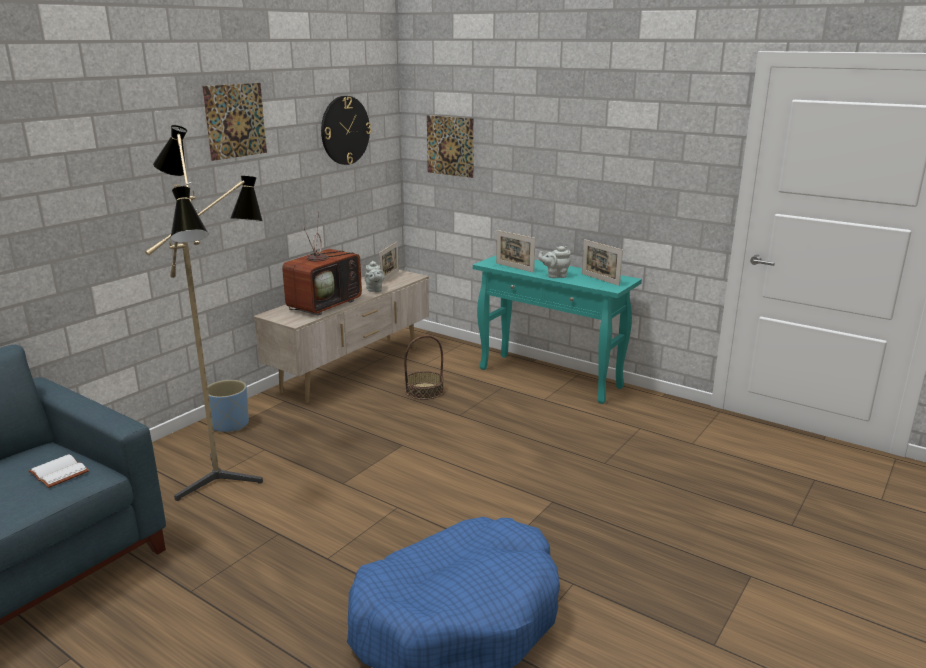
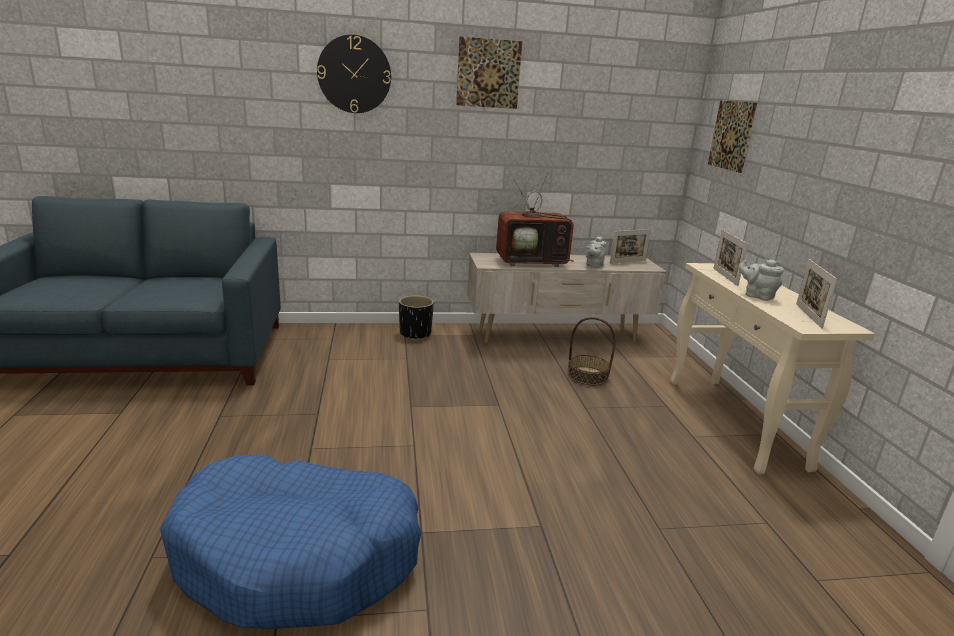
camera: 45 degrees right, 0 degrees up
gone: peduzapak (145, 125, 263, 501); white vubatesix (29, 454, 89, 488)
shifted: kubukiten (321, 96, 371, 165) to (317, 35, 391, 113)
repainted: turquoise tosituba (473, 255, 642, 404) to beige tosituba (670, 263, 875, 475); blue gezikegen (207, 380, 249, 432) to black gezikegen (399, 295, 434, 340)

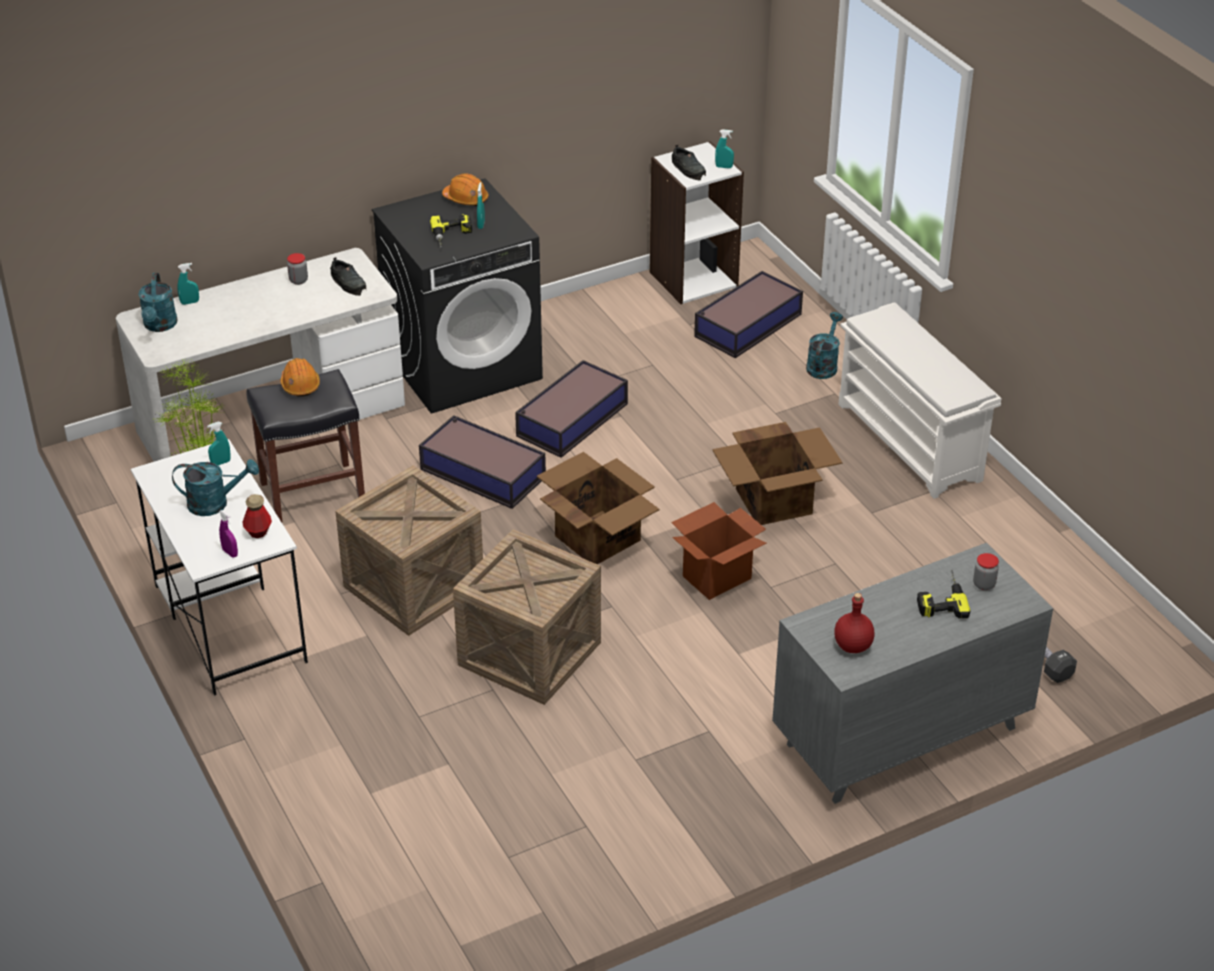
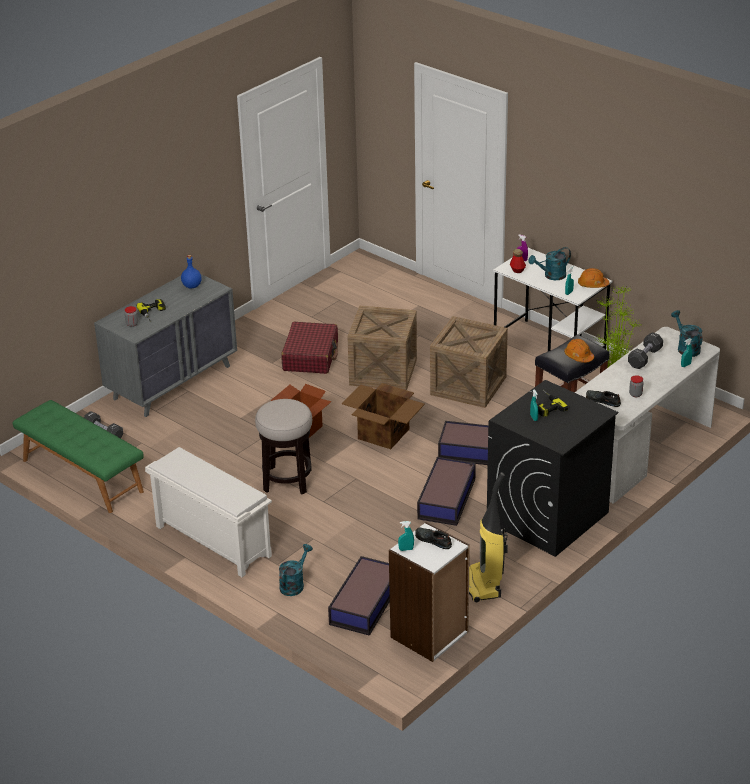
camera: 160 degrees right, 5 degrees down
new: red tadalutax (281, 322, 338, 374); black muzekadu (628, 332, 663, 369); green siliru (13, 400, 144, 513); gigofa (469, 472, 508, 602)
shifted: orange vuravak (442, 173, 489, 206) to (578, 268, 609, 288)
swapped: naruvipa (712, 422, 843, 525) to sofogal (255, 399, 312, 494)
repainted: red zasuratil (834, 593, 874, 653) to blue zasuratil (181, 255, 202, 289)
rotated: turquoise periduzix (806, 312, 843, 379) = (279, 544, 313, 596) 150 degrees counterclockwise

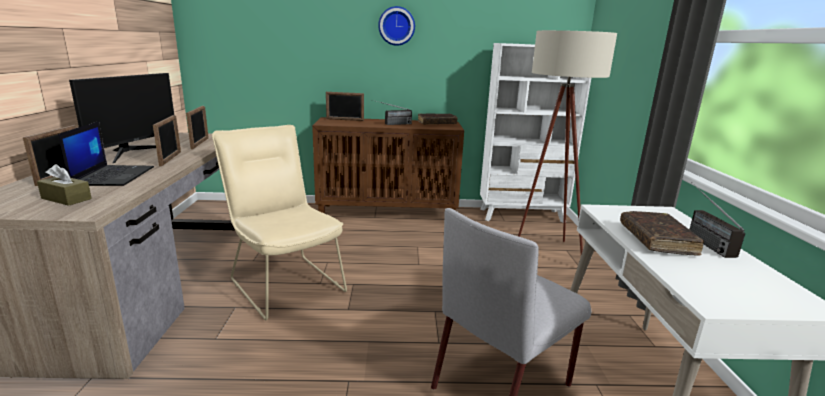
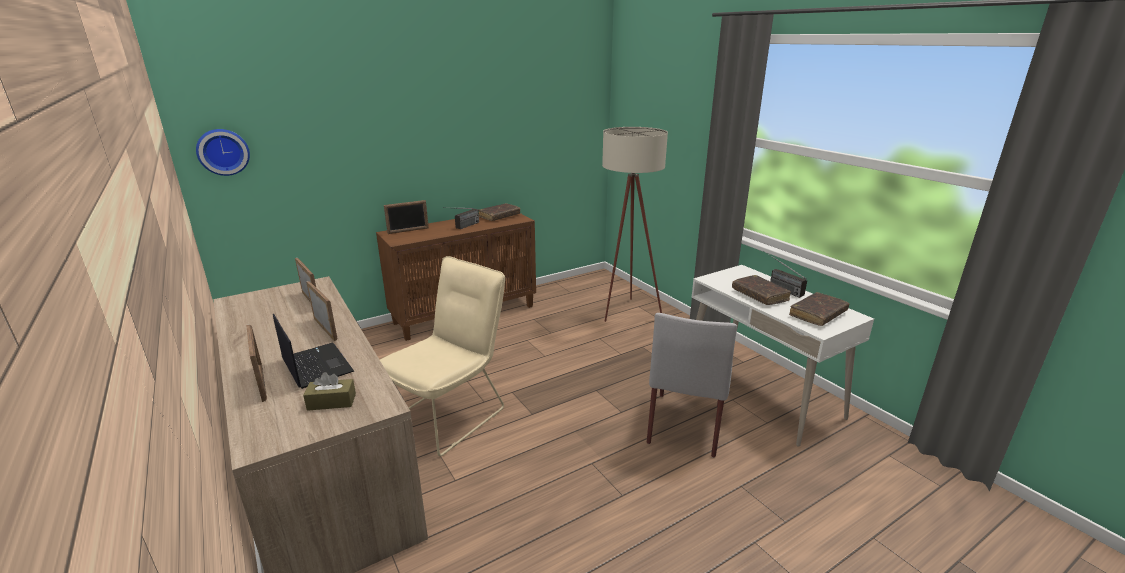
camera: 30 degrees left, 5 degrees up
gone: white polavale (480, 43, 591, 223); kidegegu (69, 73, 174, 163)
new: brown vubatesix (789, 292, 849, 326)
shifted: kubukiten (378, 6, 415, 46) to (196, 129, 250, 176)
rotated: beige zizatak (212, 125, 347, 320) = (380, 256, 505, 457) 105 degrees clockwise

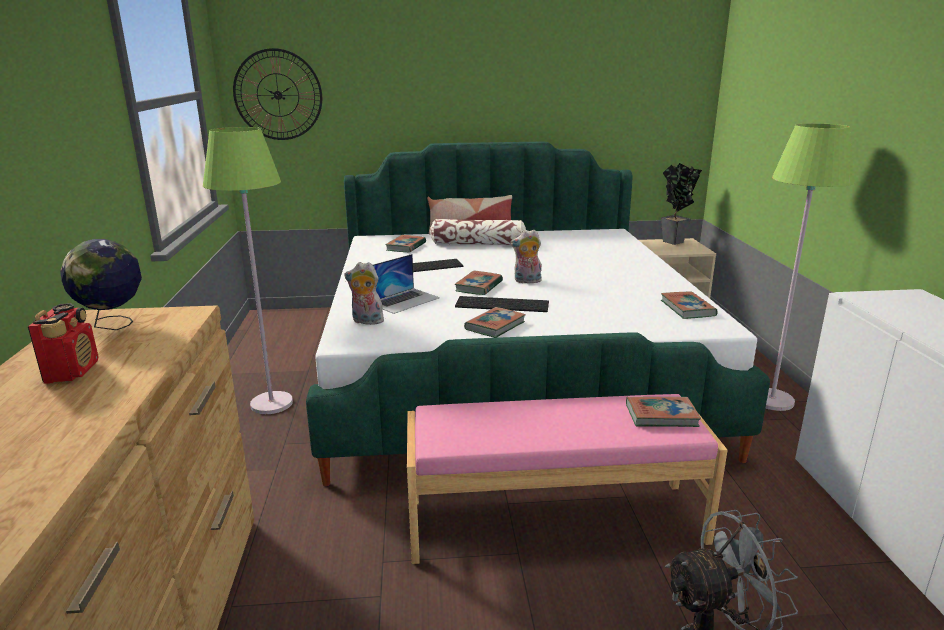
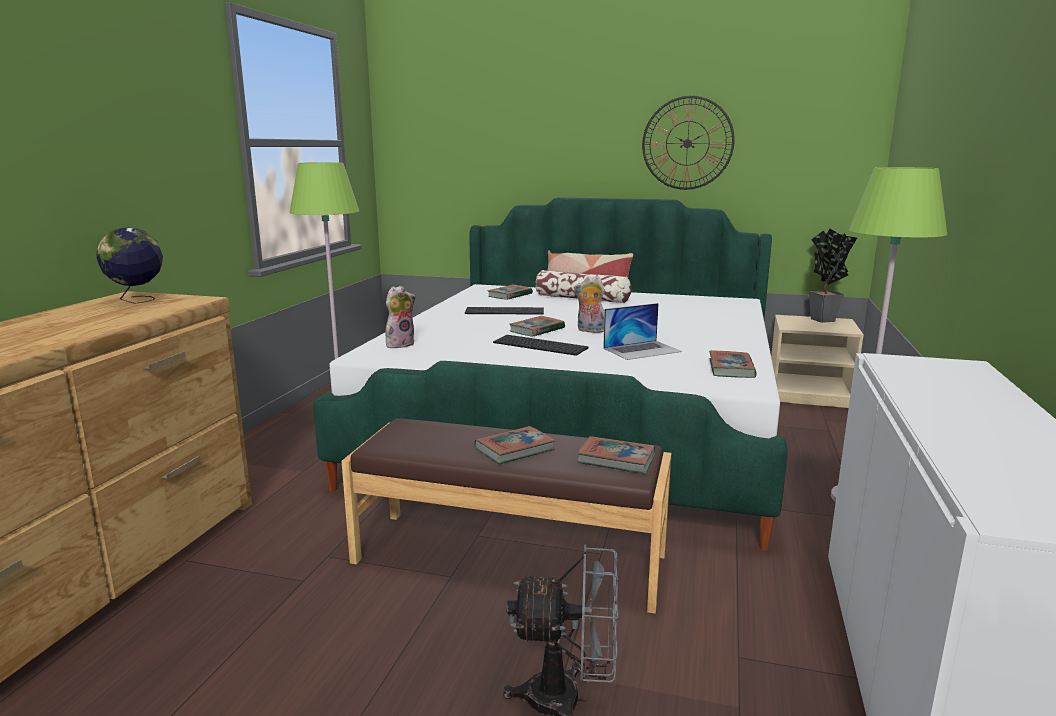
camera: 20 degrees right, 5 degrees down
gone: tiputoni (28, 303, 98, 384)
shifted: kubukiten (233, 48, 322, 140) to (642, 95, 735, 190); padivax (373, 254, 440, 314) to (603, 303, 682, 360); vubatesix (464, 307, 526, 338) to (474, 426, 555, 464)
repainted: pink siliru (407, 394, 728, 564) to brown siliru (341, 418, 671, 614)
rotated: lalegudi (345, 262, 384, 325) = (385, 286, 416, 348) 105 degrees clockwise

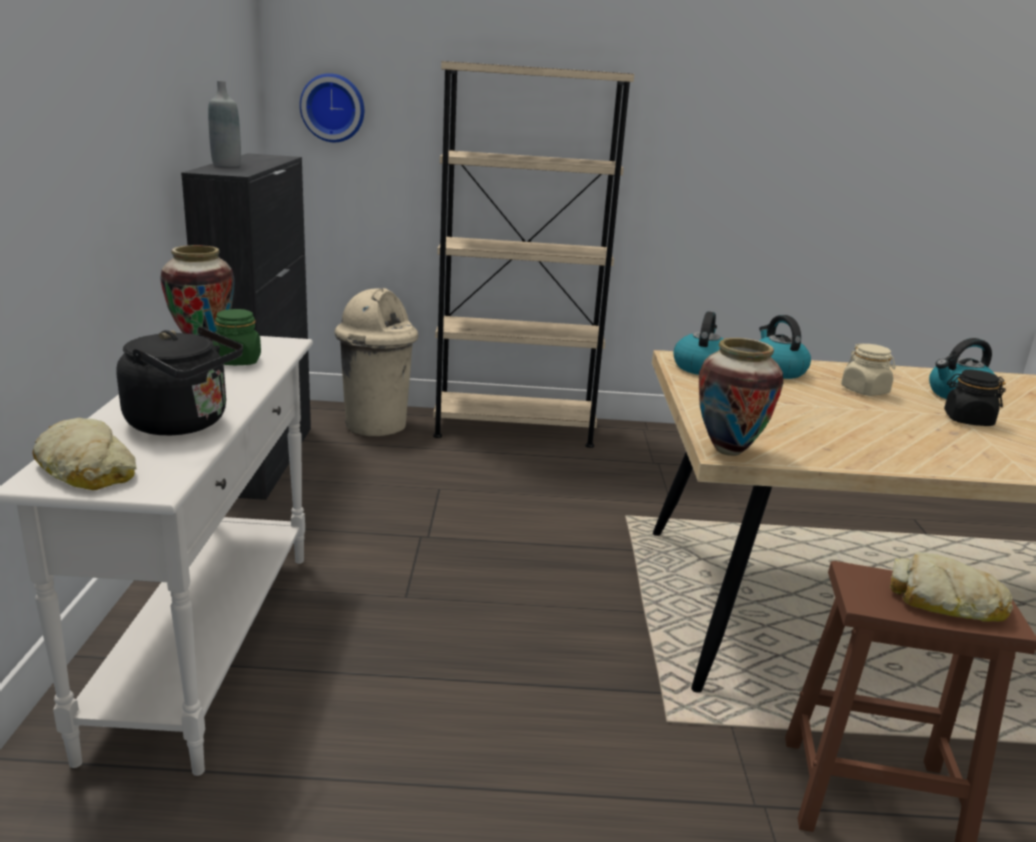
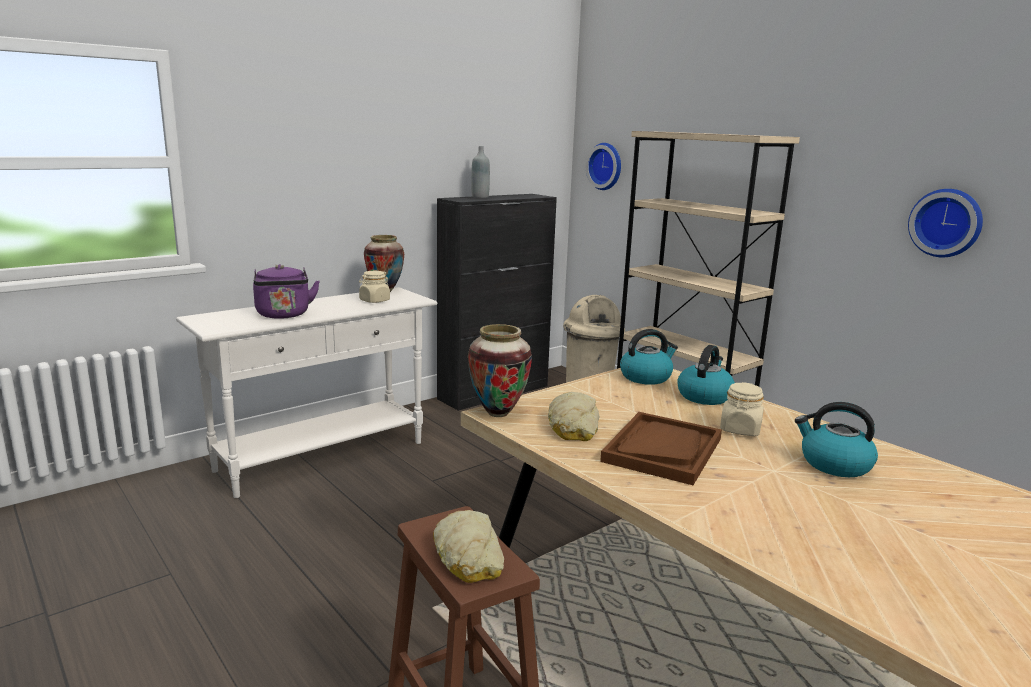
camera: 50 degrees right, 5 degrees down
gone: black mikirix (944, 370, 1006, 426)
new: kubukiten (908, 189, 983, 257); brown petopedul (600, 412, 722, 485)
shifted: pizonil (32, 418, 136, 490) to (548, 392, 600, 441)
repainted: green mikirix (212, 309, 261, 365) to beige mikirix (359, 271, 390, 303); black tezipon (116, 326, 243, 436) to purple tezipon (253, 264, 320, 319)

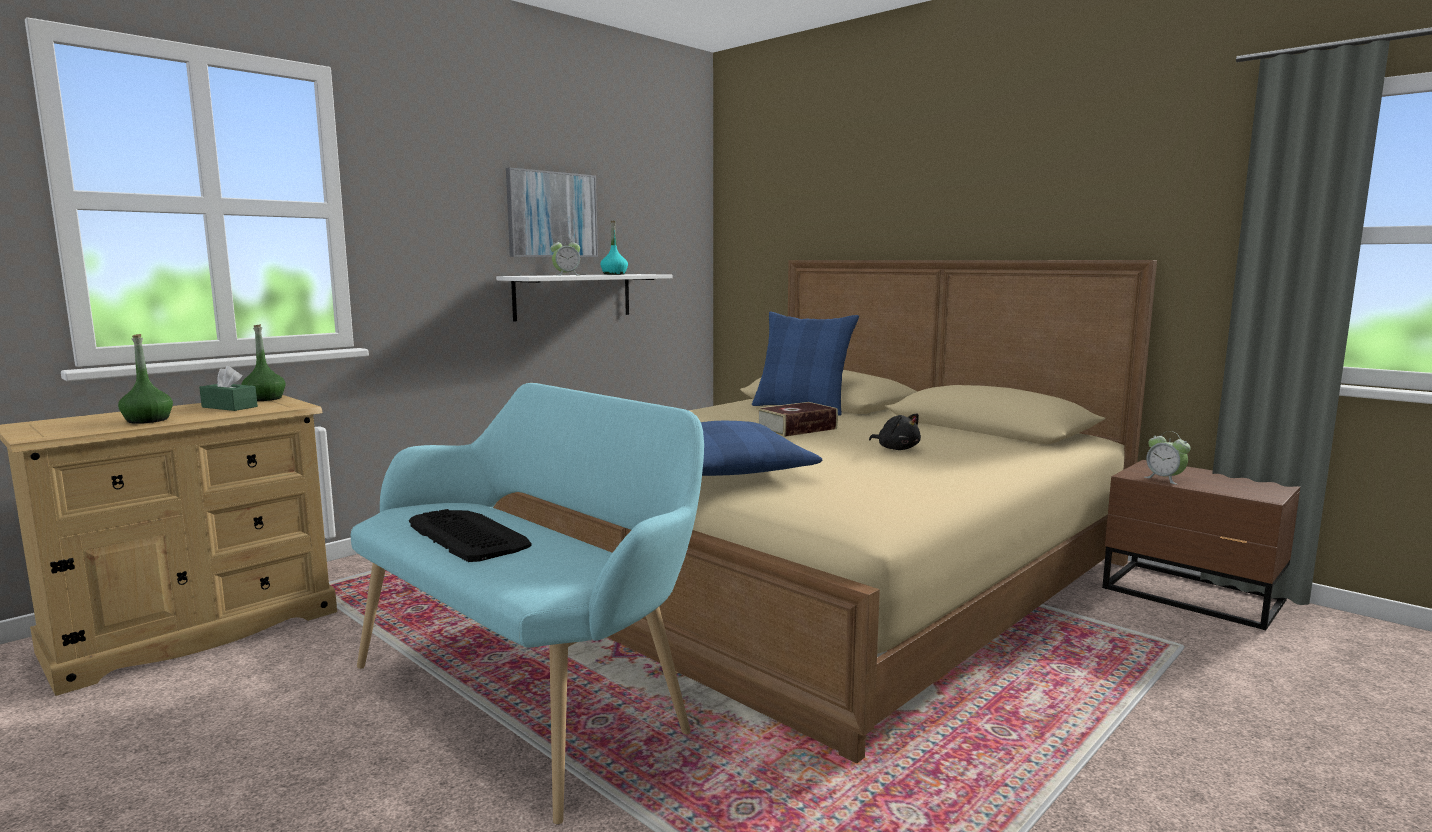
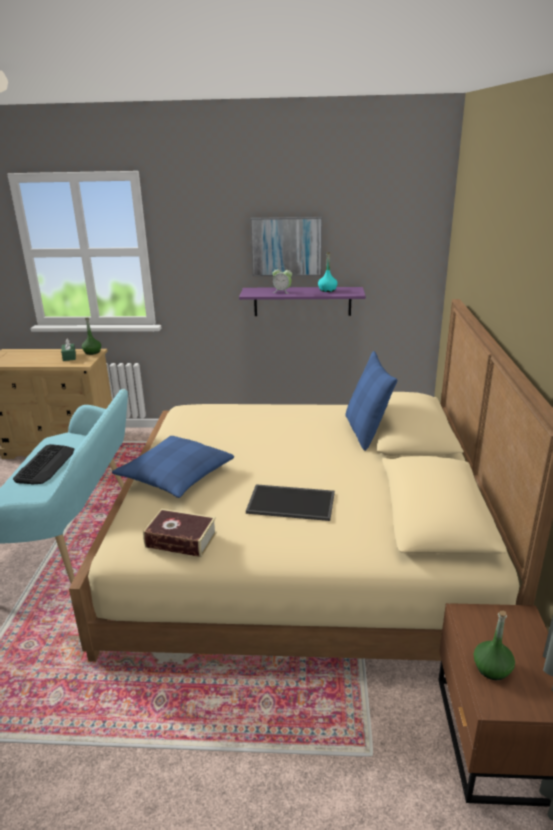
camera: 50 degrees right, 15 degrees up
gone: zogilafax (1145, 431, 1191, 484)
shifted: green zasuratil (118, 334, 173, 424) to (474, 611, 515, 680); vubatesix (756, 402, 838, 437) to (143, 509, 217, 557)
swapped: black lalegudi (869, 413, 921, 450) to petopedul (246, 484, 335, 521)
repainted: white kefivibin (496, 274, 672, 322) to purple kefivibin (239, 287, 366, 316)

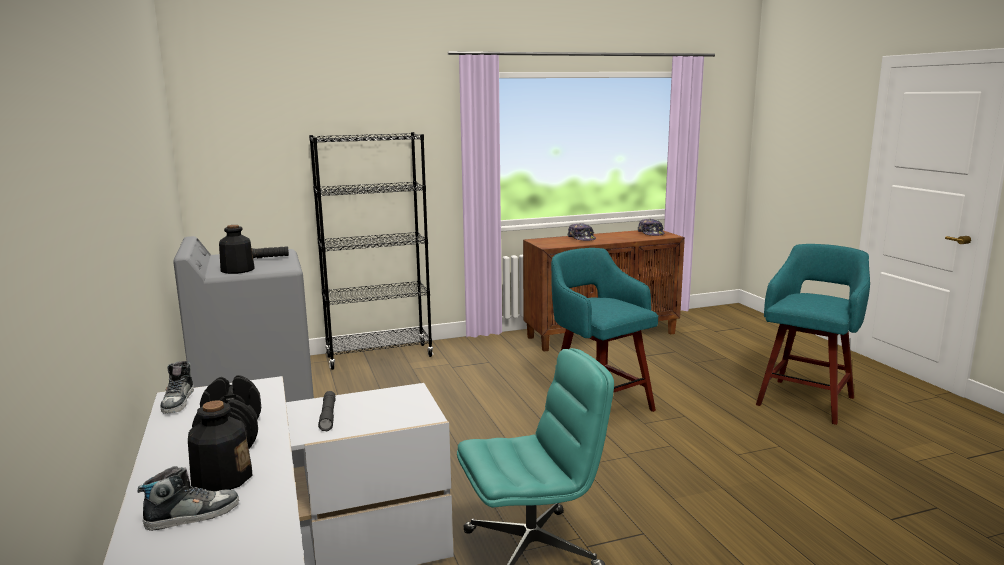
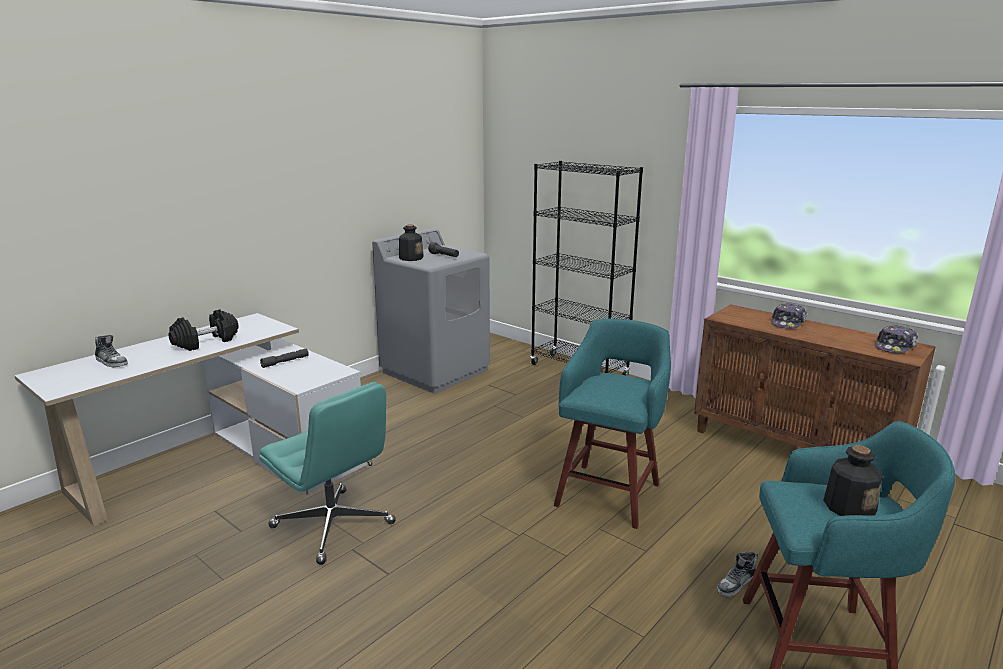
camera: 60 degrees right, 5 degrees up
shifted: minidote (160, 361, 194, 414) to (717, 552, 758, 597); zasuratil (188, 400, 252, 491) to (823, 445, 883, 516)

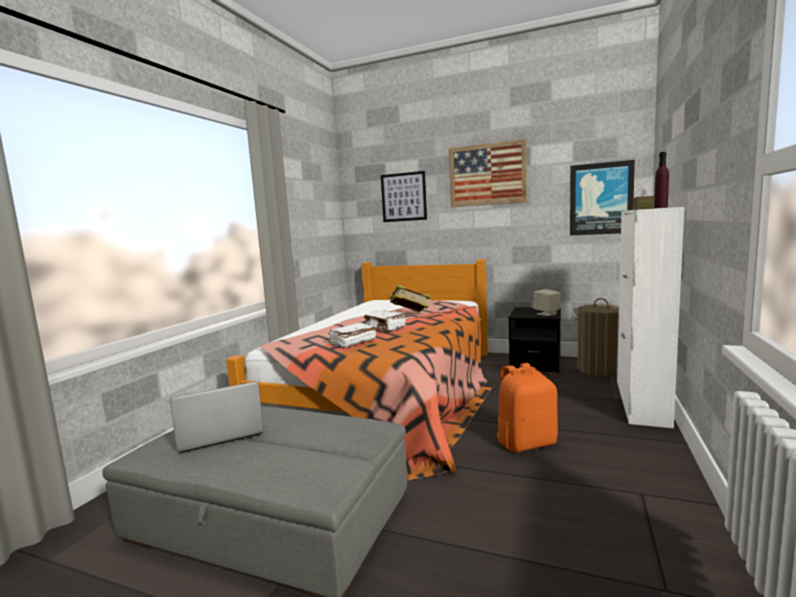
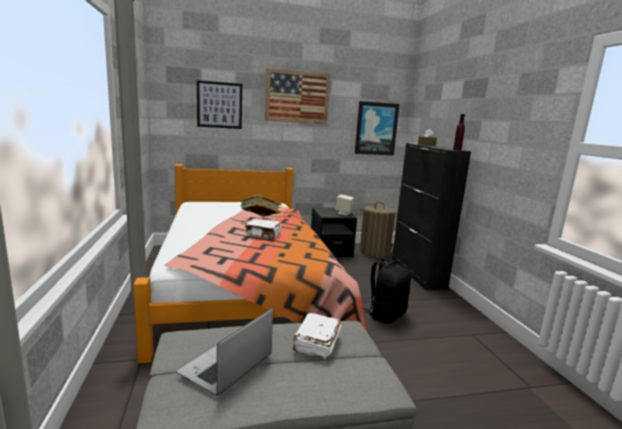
camera: 35 degrees left, 5 degrees up
shifted: white vubatesix (328, 323, 376, 349) to (293, 313, 341, 359)
repainted: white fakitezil (617, 207, 684, 428) to black fakitezil (392, 143, 471, 290); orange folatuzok (497, 363, 558, 452) to black folatuzok (362, 258, 411, 324)

